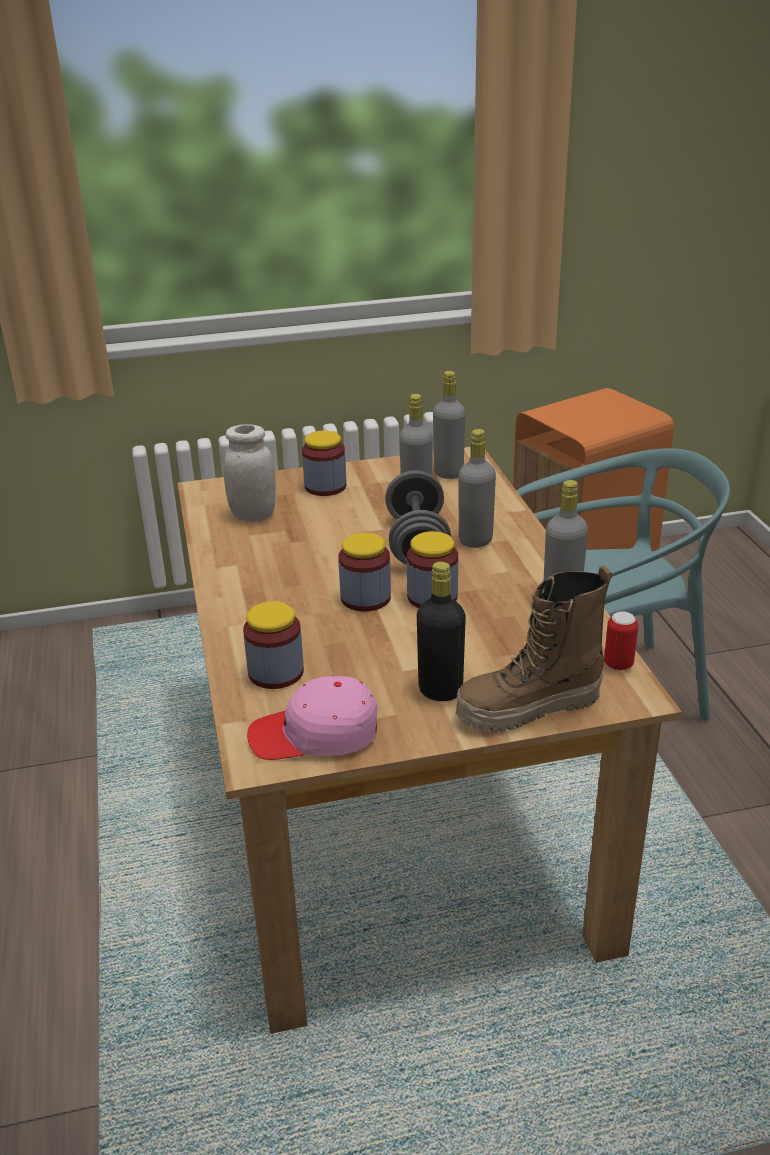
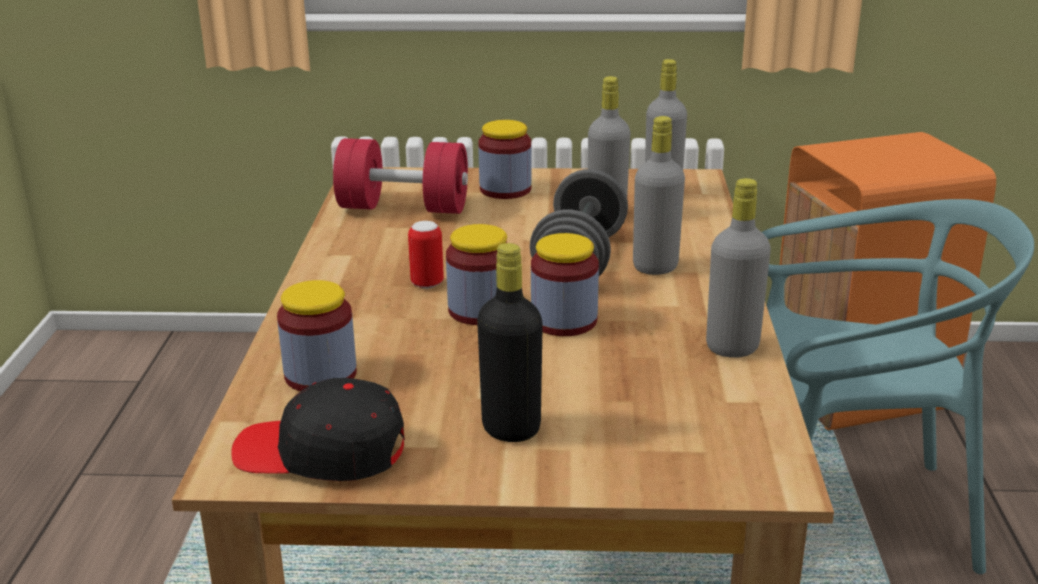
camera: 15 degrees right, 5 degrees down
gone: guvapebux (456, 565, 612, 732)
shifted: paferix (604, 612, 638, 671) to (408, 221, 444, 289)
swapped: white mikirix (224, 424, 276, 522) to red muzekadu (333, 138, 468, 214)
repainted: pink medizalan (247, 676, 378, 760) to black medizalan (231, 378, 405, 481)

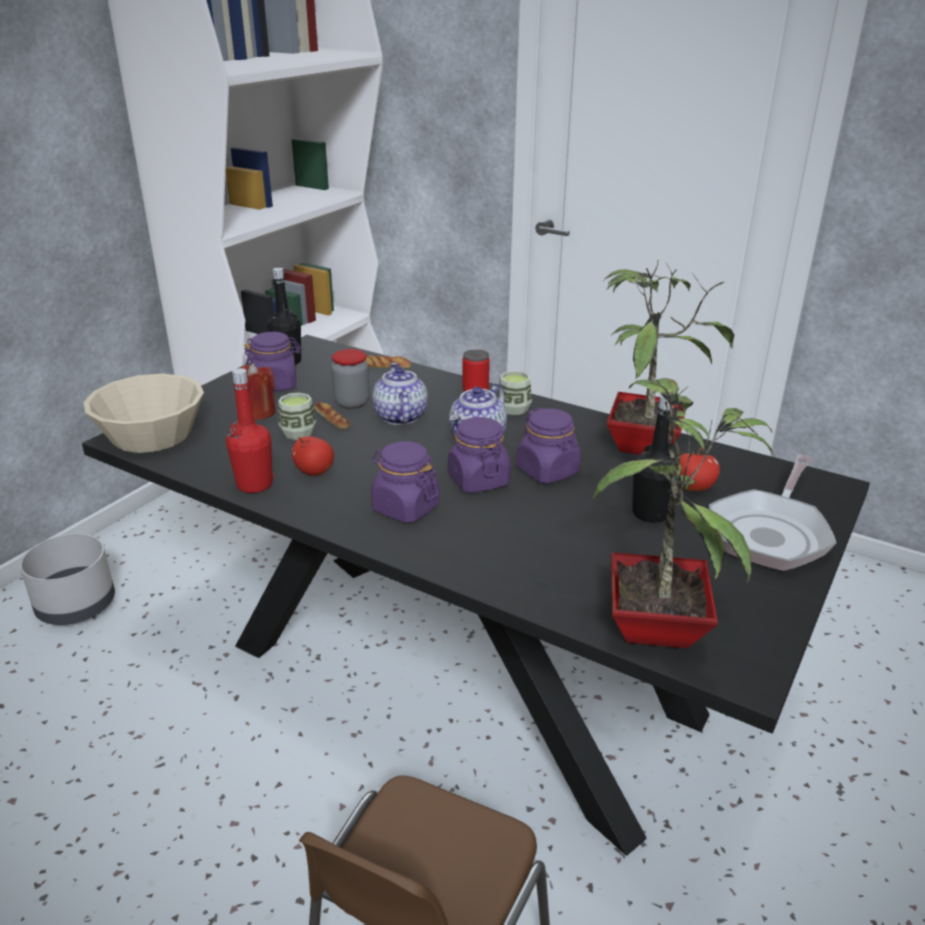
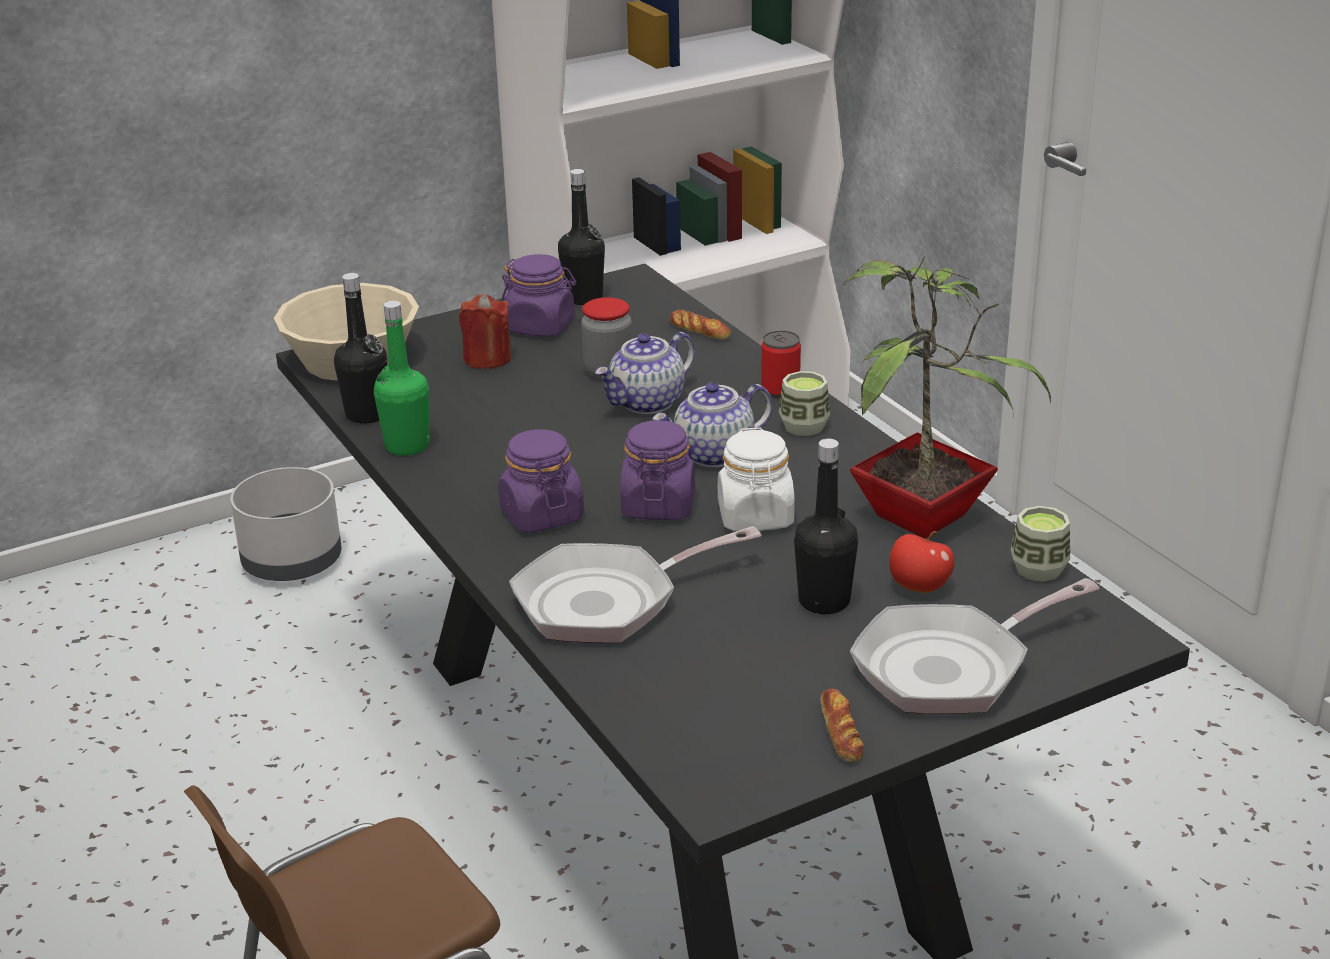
camera: 30 degrees right, 0 degrees up
gone: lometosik (592, 378, 775, 648); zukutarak (292, 436, 334, 476)
new: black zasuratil (334, 273, 388, 424); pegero (509, 526, 761, 643)
shifted: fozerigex (278, 393, 316, 440) to (1011, 506, 1070, 582); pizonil (314, 402, 350, 429) to (820, 689, 864, 762)
repainted: red zasuratil (226, 368, 274, 493) to green zasuratil (374, 301, 430, 456); purple mikirix (516, 408, 581, 484) to white mikirix (718, 428, 795, 531)
rotated: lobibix (372, 363, 428, 425) = (595, 332, 695, 414) 150 degrees counterclockwise

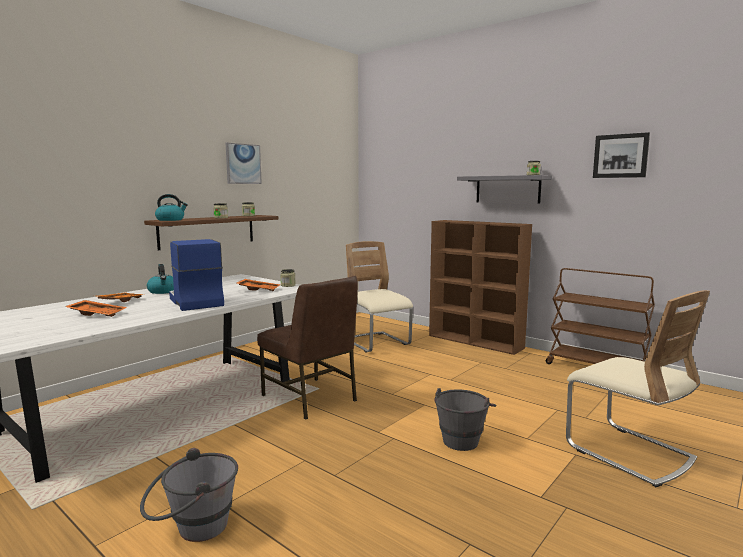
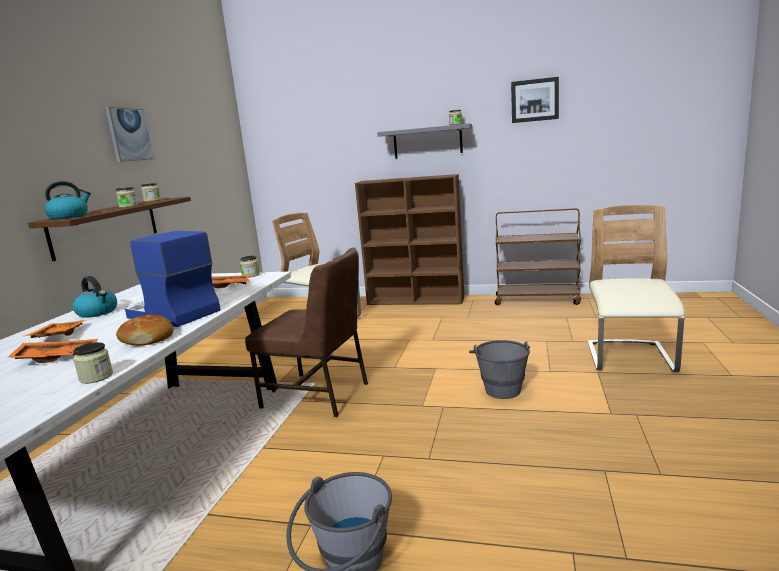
camera: 25 degrees left, 5 degrees up
new: pizonil (116, 314, 174, 346); mikirix (73, 342, 113, 384)
rotated: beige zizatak (566, 290, 710, 487) = (587, 205, 685, 372) 105 degrees counterclockwise

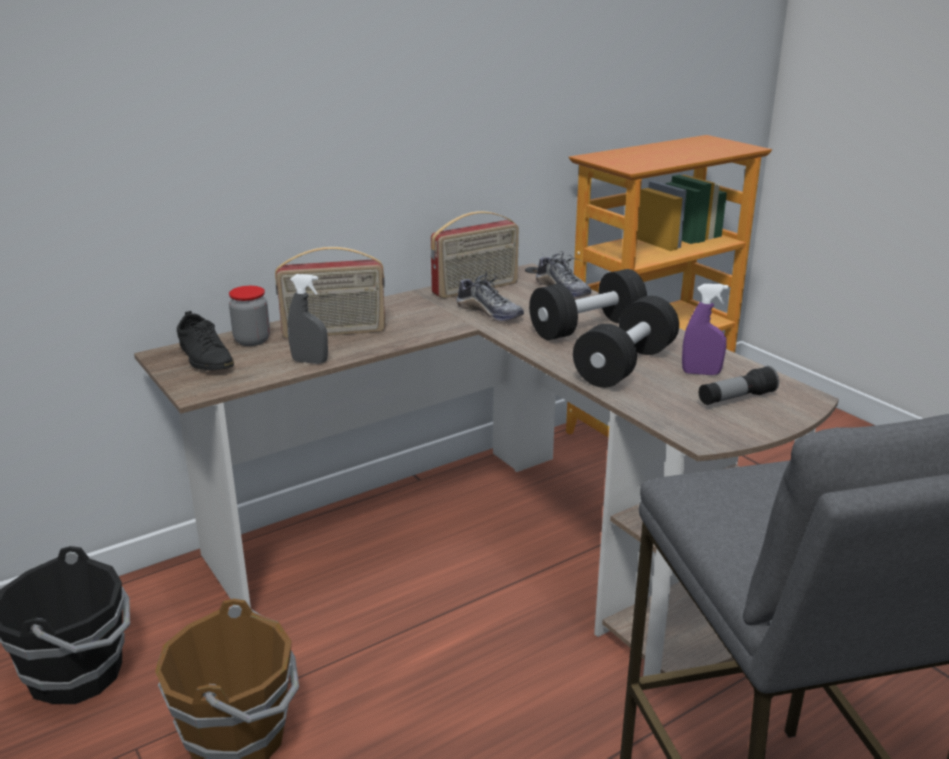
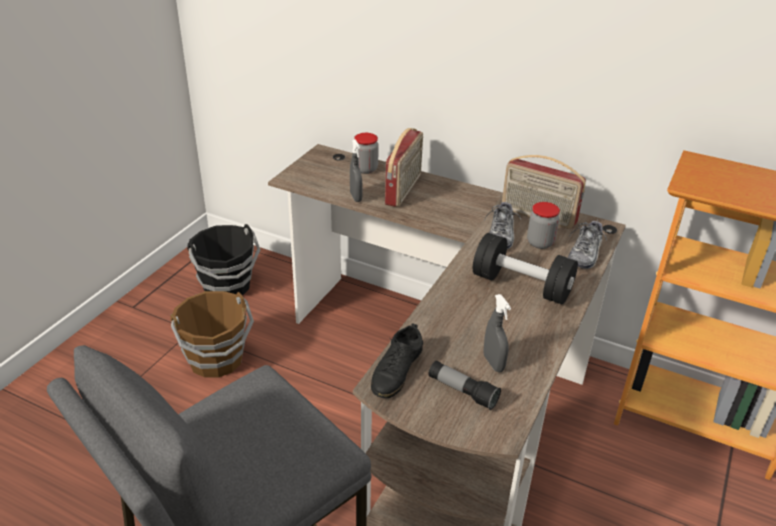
camera: 60 degrees right, 10 degrees up
gone: black muzekadu (573, 296, 679, 388)
new: mikirix (527, 202, 560, 249)
shifted: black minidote (177, 311, 234, 371) to (371, 323, 423, 398)
repainted: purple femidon (682, 284, 728, 375) to grey femidon (484, 294, 511, 372)
rotated: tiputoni (275, 247, 385, 339) = (385, 128, 423, 207) 120 degrees counterclockwise

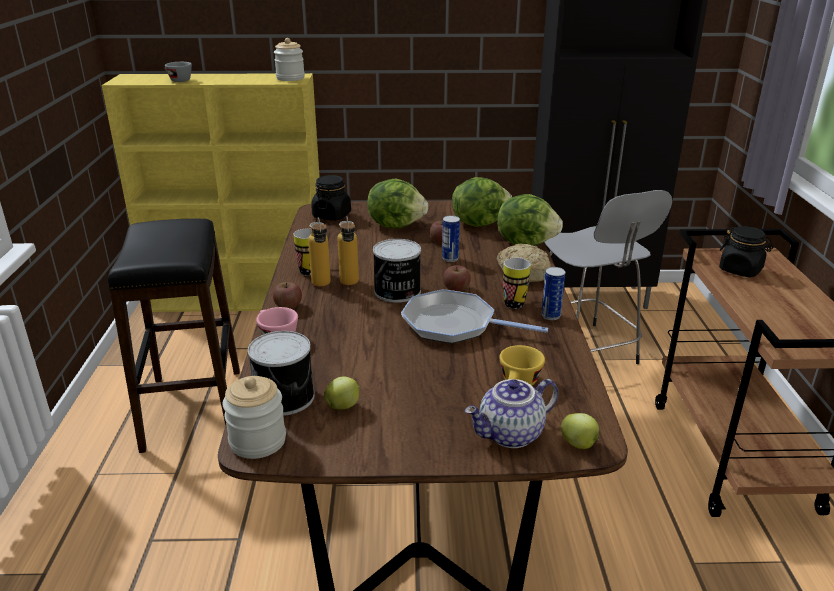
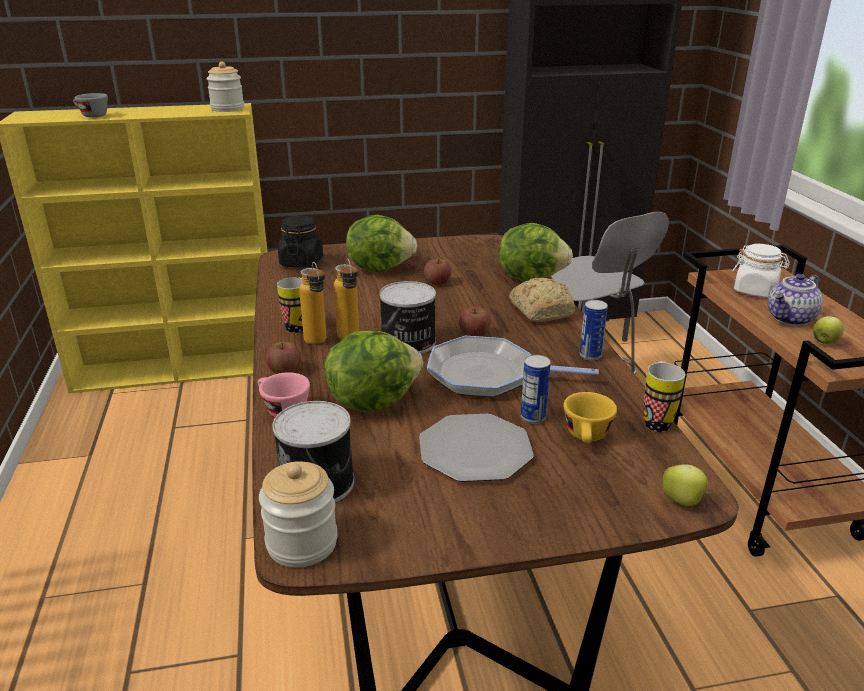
camera: 10 degrees left, 0 degrees up
gone: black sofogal (108, 219, 240, 453)
new: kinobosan (419, 414, 534, 482)
shifted: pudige (452, 177, 512, 227) to (325, 331, 423, 412); paferix (442, 216, 460, 262) to (521, 355, 551, 424); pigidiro (503, 258, 531, 309) to (644, 361, 685, 432); zukutarak (324, 376, 360, 410) to (813, 316, 844, 344); lobibix (465, 379, 559, 448) to (768, 274, 823, 326)
repainted: black mikirix (719, 226, 773, 277) to white mikirix (733, 244, 790, 298)

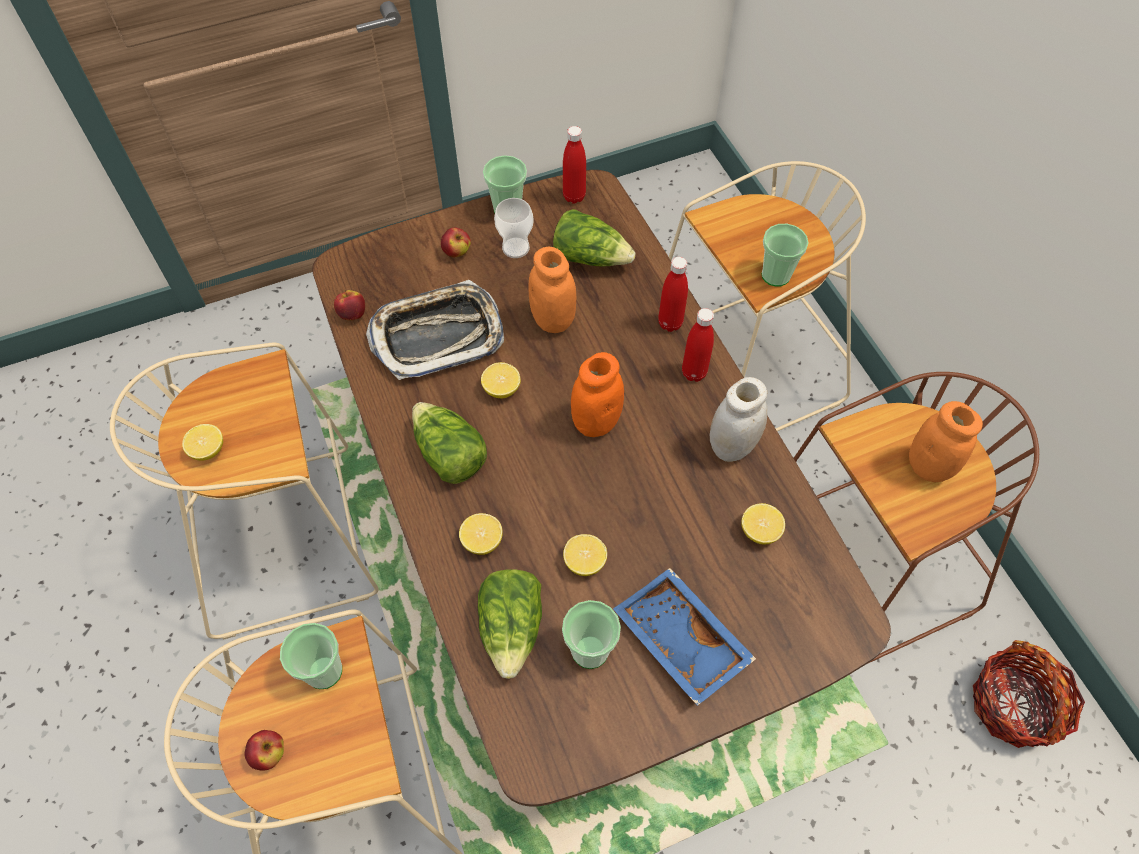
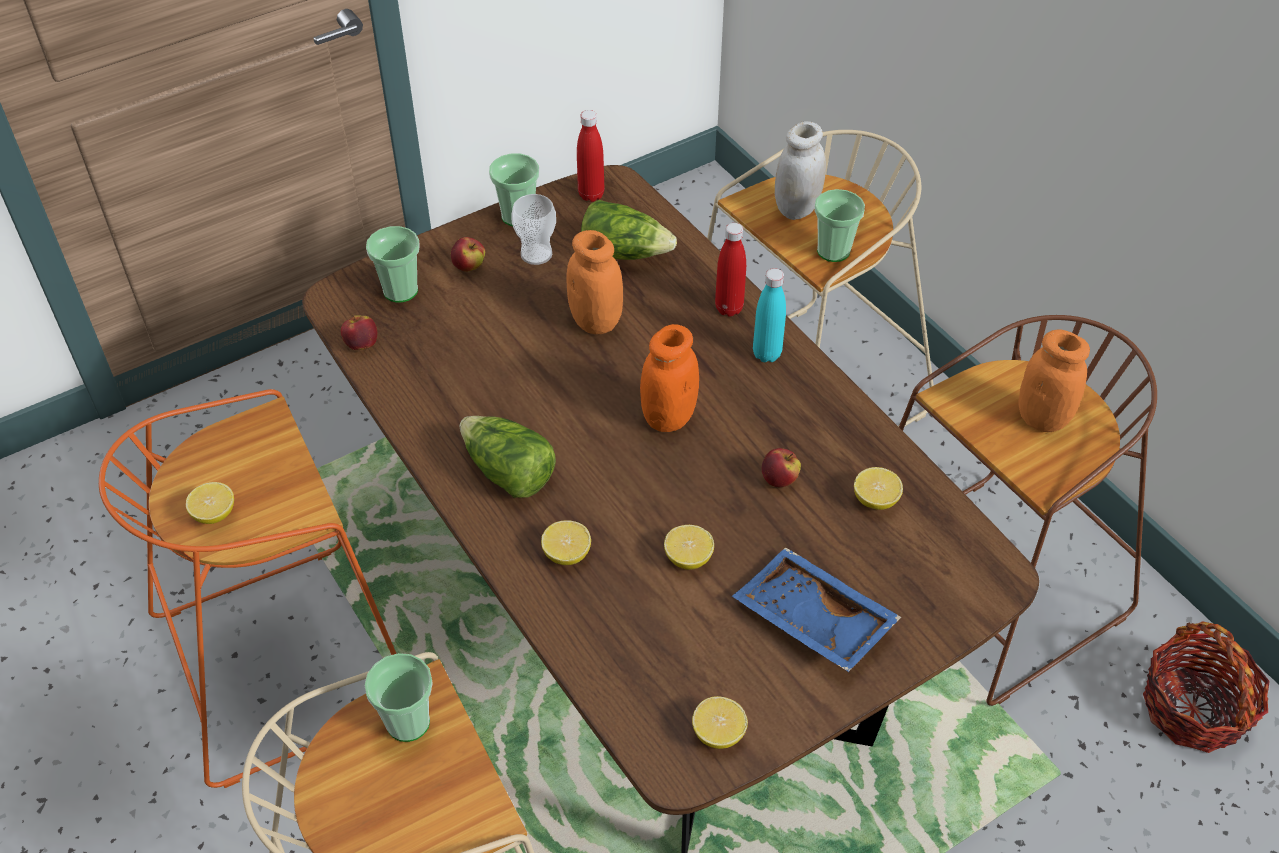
camera: 10 degrees left, 10 degrees down
gone: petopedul (366, 280, 504, 380); pudige (478, 570, 542, 679)
shifted: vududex (481, 362, 521, 398) to (692, 696, 748, 749); white mikirix (710, 377, 768, 462) to (775, 121, 826, 220); fozerigex (562, 600, 621, 669) to (366, 226, 420, 303); zukutarak (245, 730, 284, 771) to (762, 448, 801, 487)
repainted: red zasuratil (682, 308, 714, 382) to turquoise zasuratil (753, 268, 786, 362); beige sofogal (110, 343, 379, 639) to orange sofogal (99, 389, 397, 788)

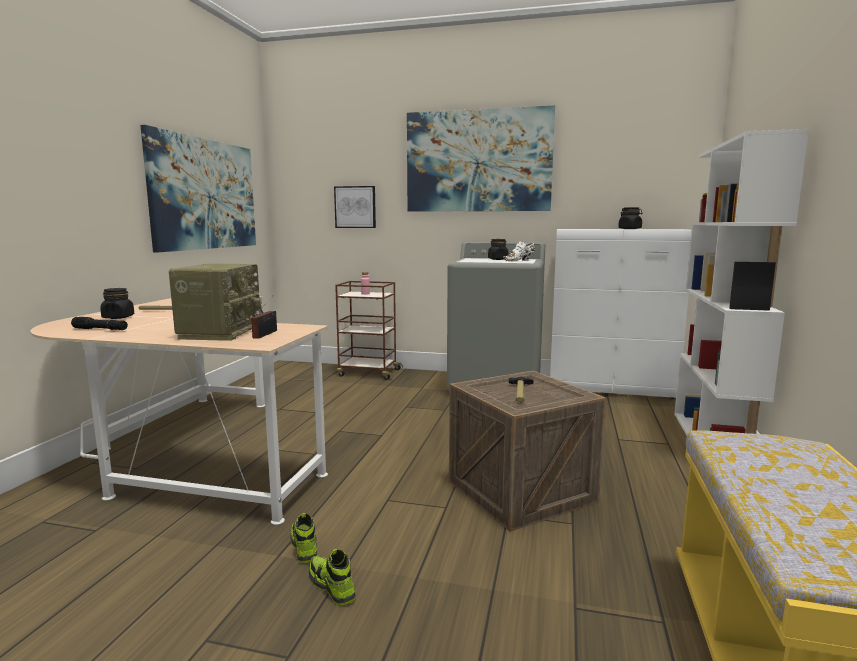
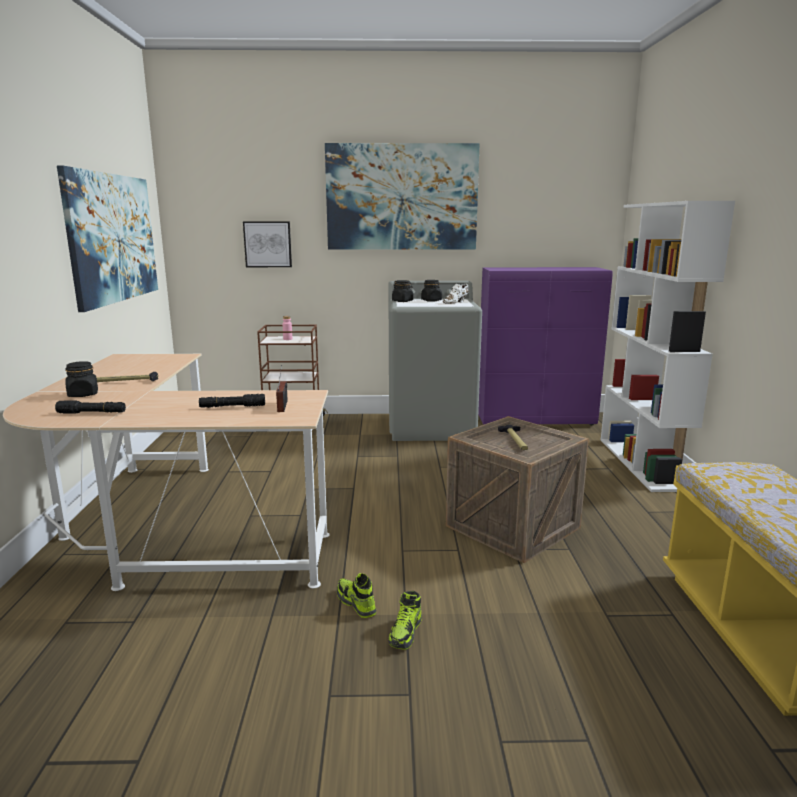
camera: 15 degrees left, 5 degrees up
shifted: black mikirix (618, 207, 643, 229) to (392, 280, 413, 302)
swapped: tiputoni (169, 263, 264, 341) to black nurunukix (199, 394, 265, 408)
repainted: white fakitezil (550, 229, 692, 399) to purple fakitezil (478, 267, 612, 425)
rotated: minidote (309, 549, 356, 605) = (389, 591, 422, 649) 105 degrees counterclockwise

